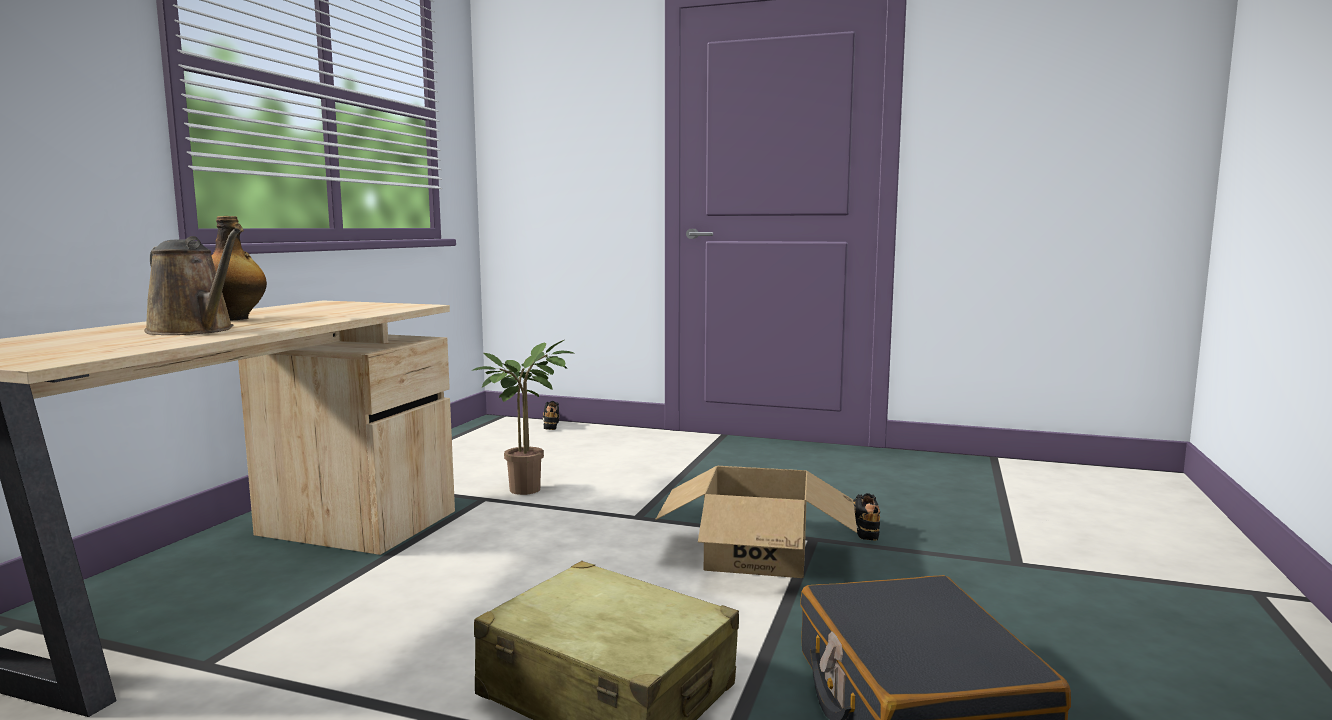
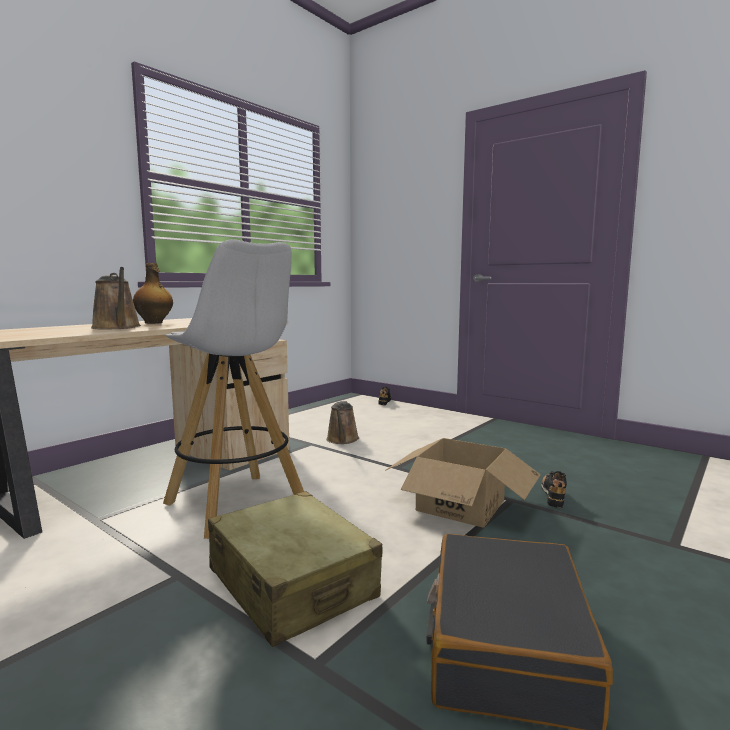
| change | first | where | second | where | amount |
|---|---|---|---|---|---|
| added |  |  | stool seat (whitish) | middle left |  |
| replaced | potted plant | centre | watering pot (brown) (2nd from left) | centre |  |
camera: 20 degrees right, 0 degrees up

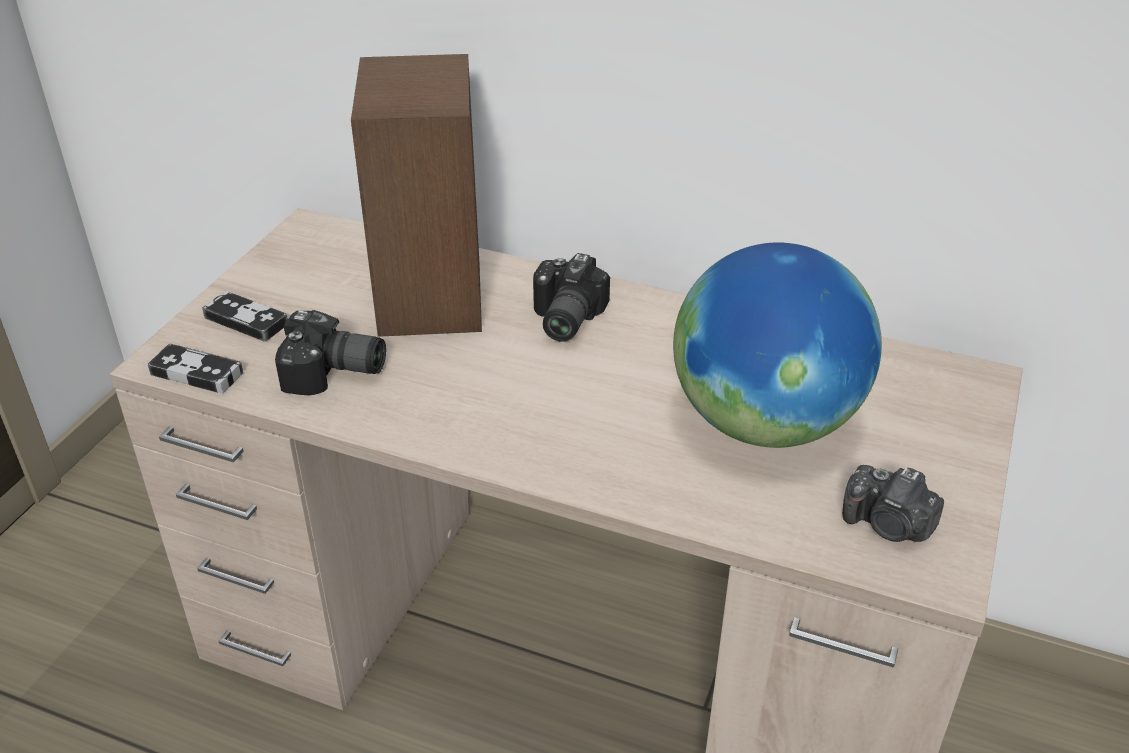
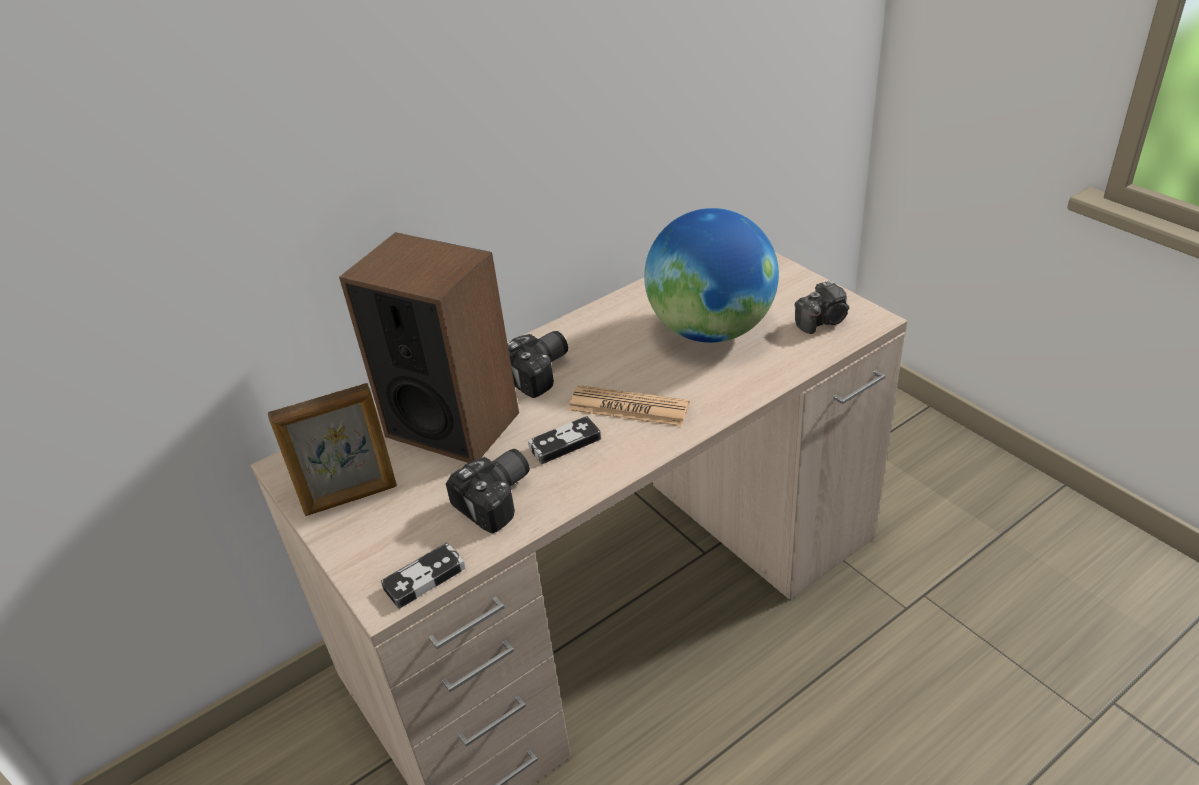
| change | first | where | second | where | amount |
|---|---|---|---|---|---|
| added |  |  | standing frame | middle left |  |
| turned | still camera (2nd from left) | centre |  | centre | 90 degrees counterclockwise |
| moved | gamepad (2nd from left) | middle left |  | centre |  |
| added |  |  | printed paper | centre |  |
camera: 55 degrees left, 0 degrees up

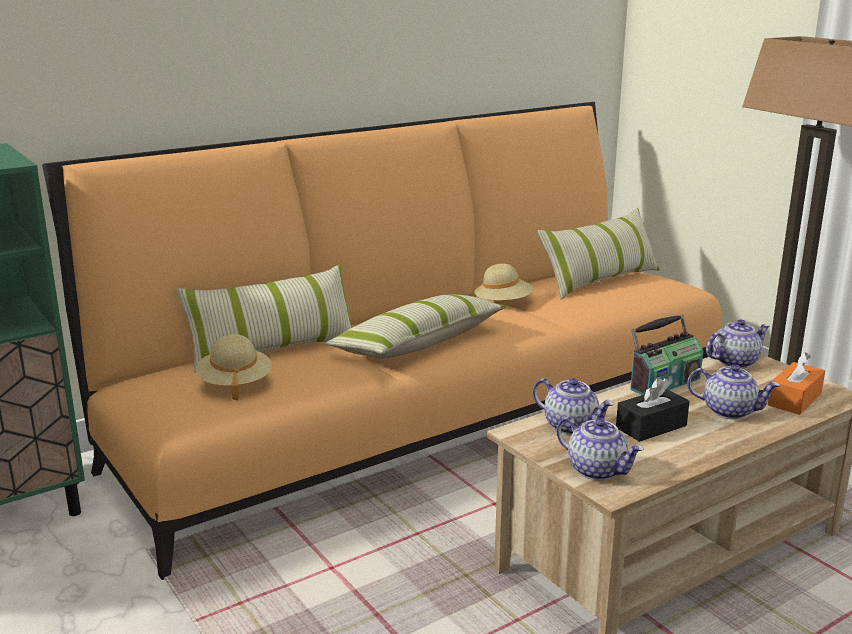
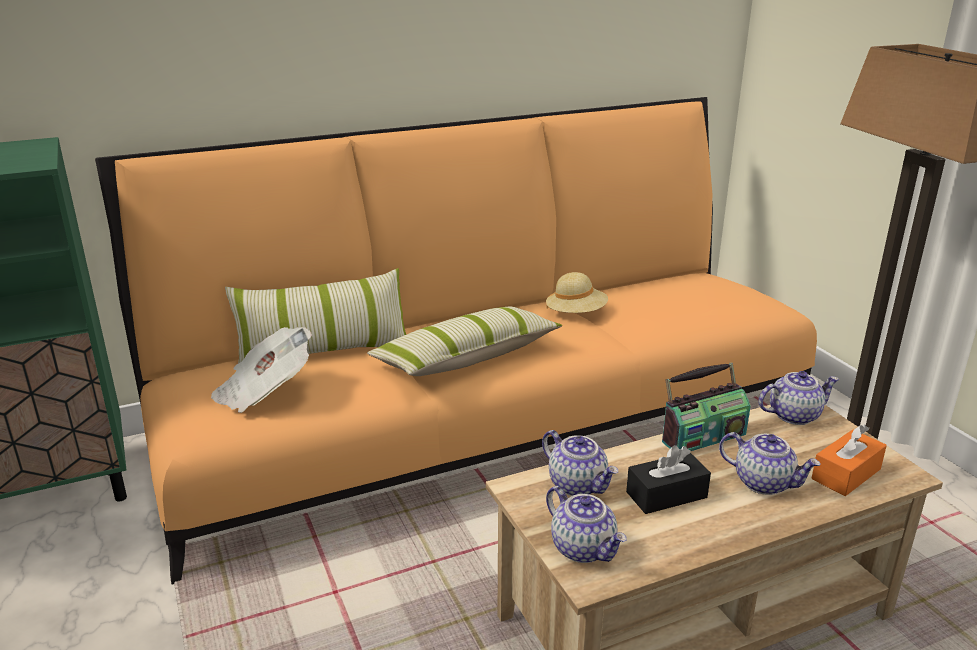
| change | first | where | second | where | amount |
|---|---|---|---|---|---|
| replaced | clothing hat (sand-coloured) (1st from left) | middle left | printed paper | middle left |  |
| removed | cushion (3rd from left) | middle right |  |  |  |
camera: 10 degrees right, 5 degrees up

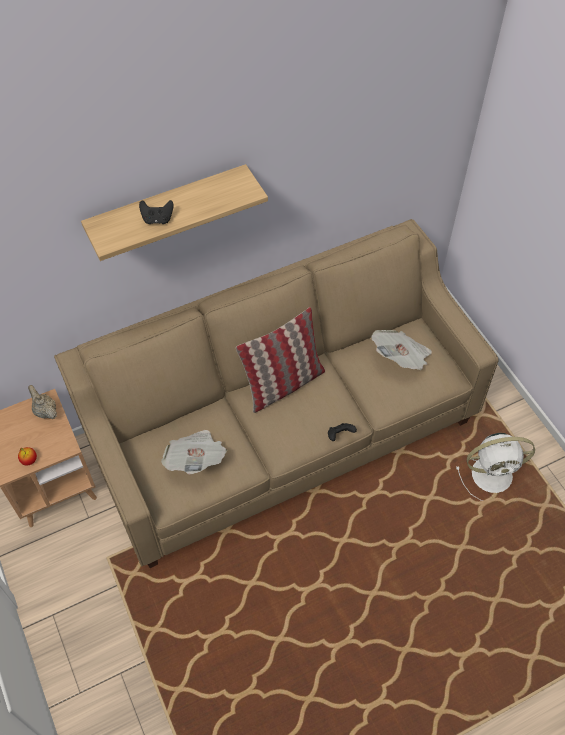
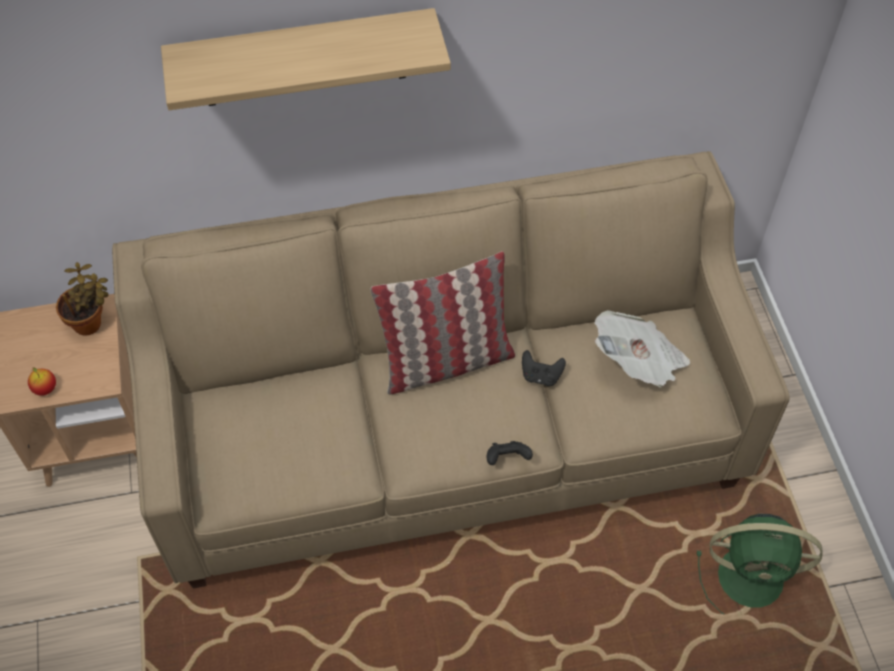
| change | first | where | second | where | amount |
|---|---|---|---|---|---|
| replaced | tea pot (sand-coloured) | middle left | potted plant | middle left |  |
| moved | gamepad (black) (1st from left in the first image) | top left | gamepad (black) (2nd from left) | centre |  |
| recoloured | cooling fan (whitish) | middle right | cooling fan (green) | bottom right |  |
| removed | printed paper (1st from left) | centre |  |  |  |
camera: 15 degrees right, 0 degrees up

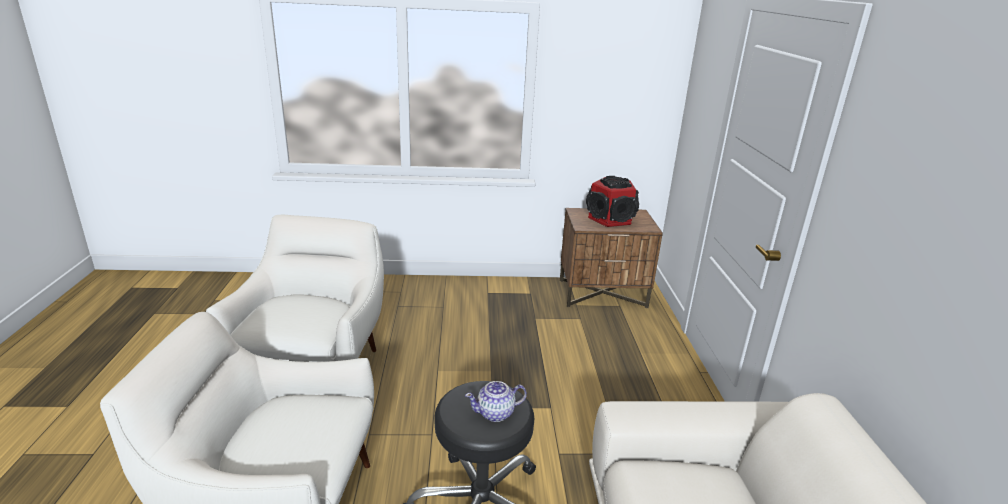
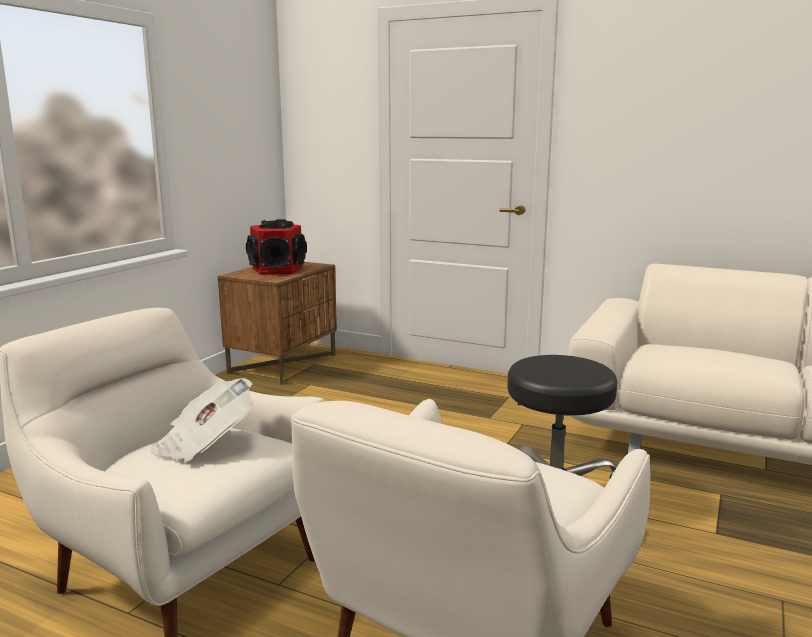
| change | first | where | second | where | amount |
|---|---|---|---|---|---|
| added |  |  | printed paper | middle left |  |
| removed | tea pot | bottom centre |  |  |  |
camera: 60 degrees left, 10 degrees down

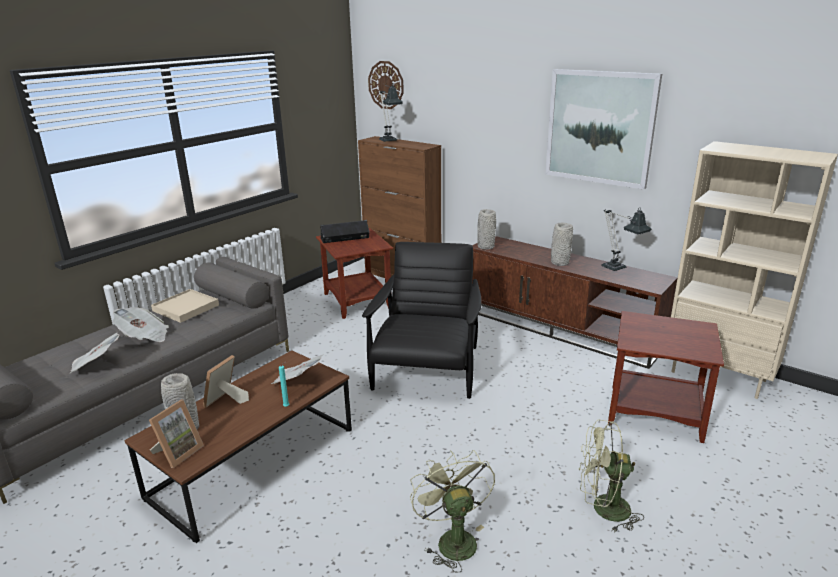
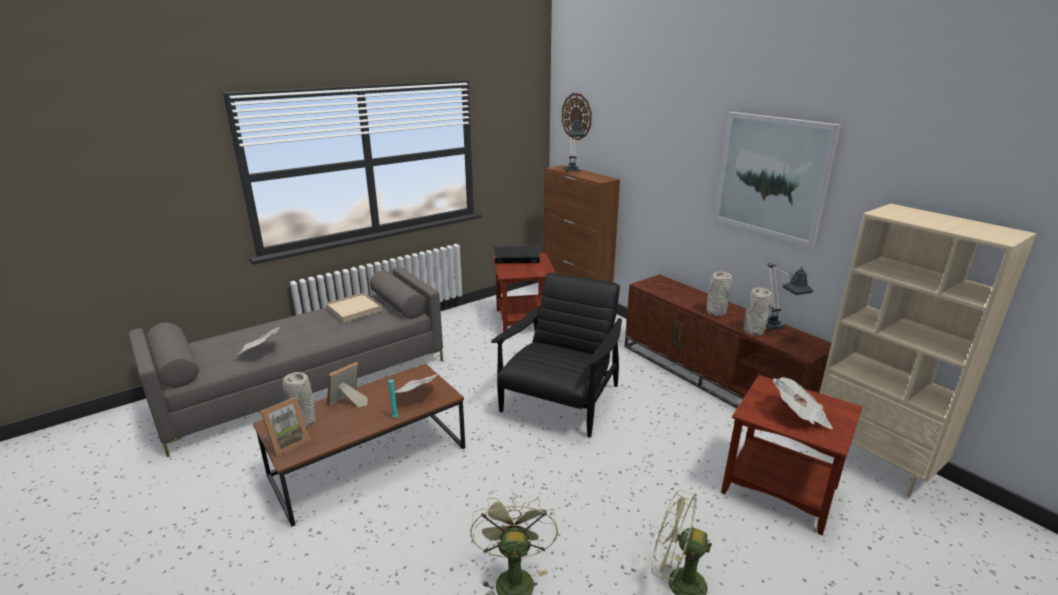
| change | first | where | second | where | amount |
|---|---|---|---|---|---|
| moved | vase (greyish) (2nd from left in the first image) | centre | vase (greyish) (3rd from left) | middle right |  |
| moved | printed paper (2nd from left in the first image) | middle left | printed paper (3rd from left) | bottom right |  |
camera: 15 degrees right, 0 degrees up

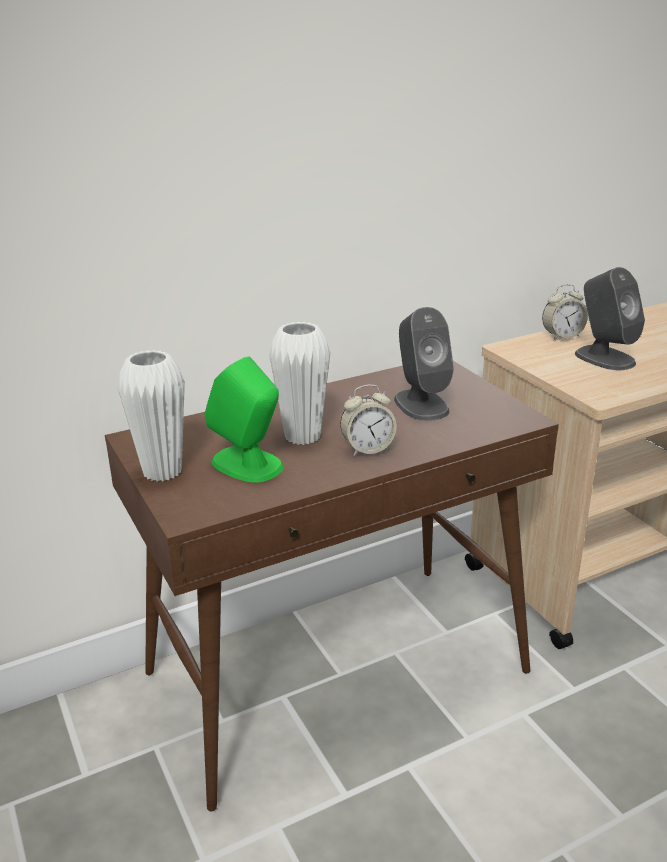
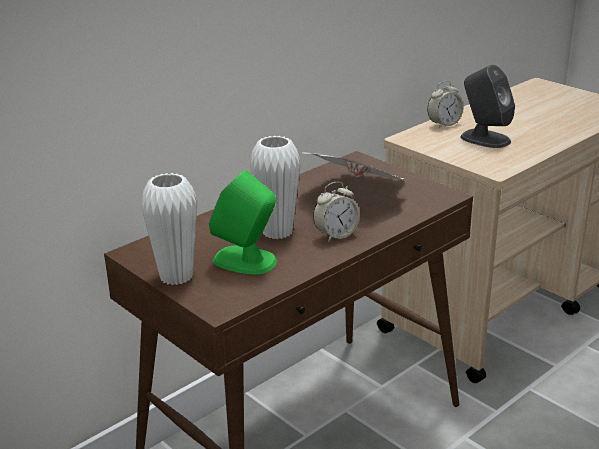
| change | first | where | second | where | amount |
|---|---|---|---|---|---|
| replaced | audio speaker (greyish) (1st from left) | centre | printed paper | centre |  |
camera: 15 degrees left, 0 degrees up

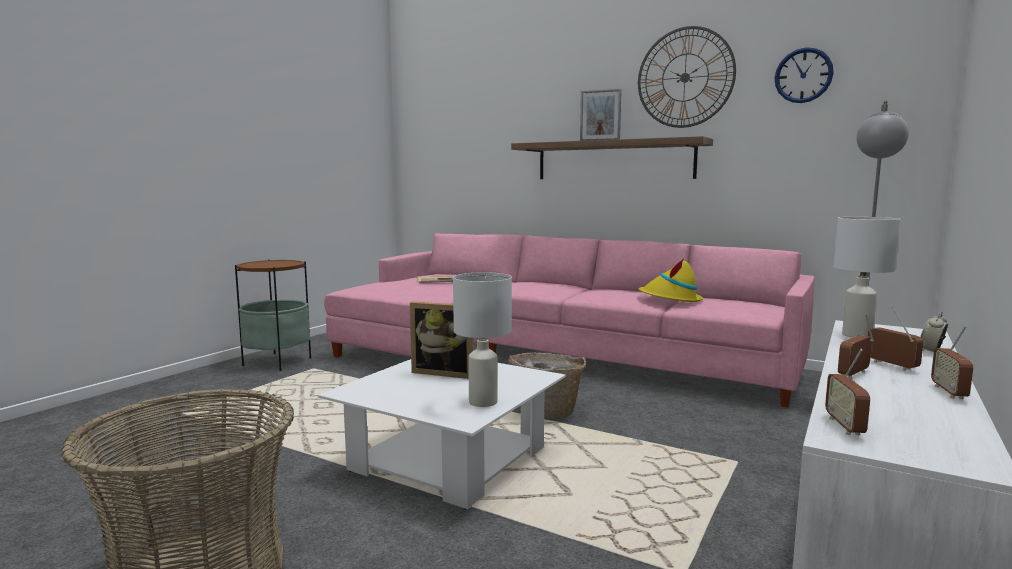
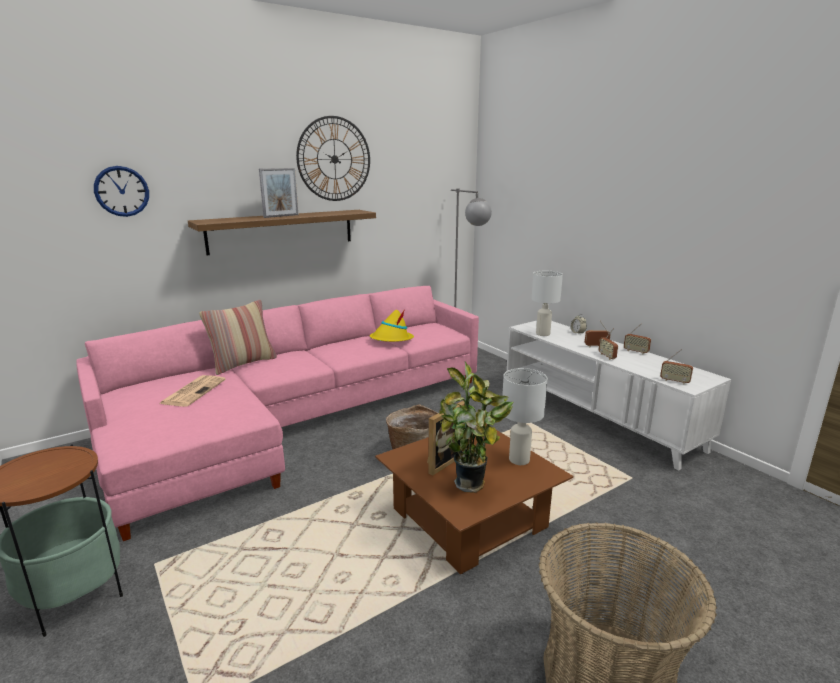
| change | first | where | second | where | amount |
|---|---|---|---|---|---|
| moved | hanging clock (2nd from left in the first image) | top right | hanging clock (1st from left) | top left |  |
| added |  |  | cushion | middle left |  |
| recoloured | low table (whitish) | bottom centre | low table (brown) | bottom centre |  |
| added |  |  | potted plant | centre |  |
camera: 65 degrees left, 10 degrees up

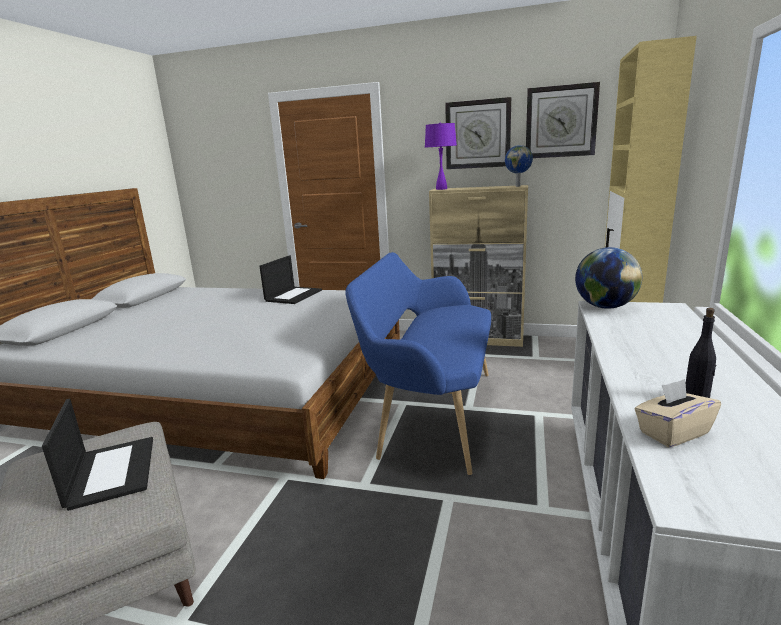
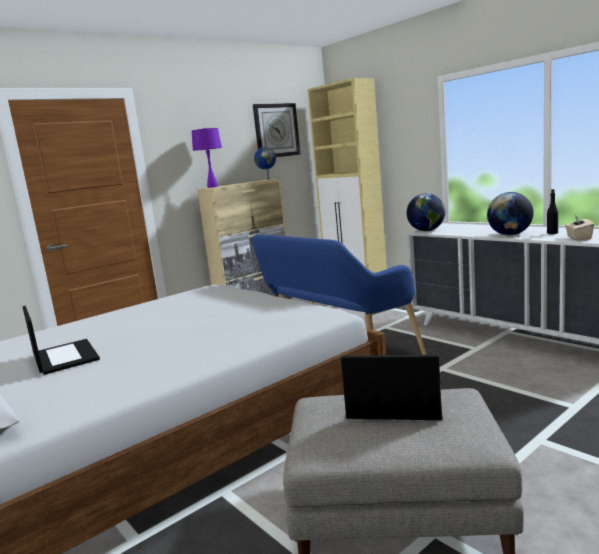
| change | first | where | second | where | amount |
|---|---|---|---|---|---|
| moved | notebook computer (2nd from left in the first image) | centre | notebook computer (1st from left) | middle left |  |
| added |  |  | world globe (3rd from left) | middle right |  |
| removed | hanging clock (1st from left) | top centre |  |  |  |
camera: 55 degrees left, 5 degrees down

